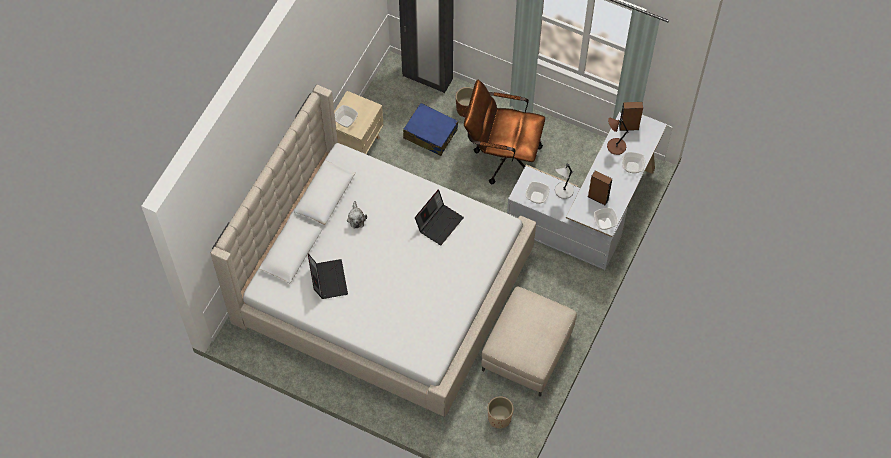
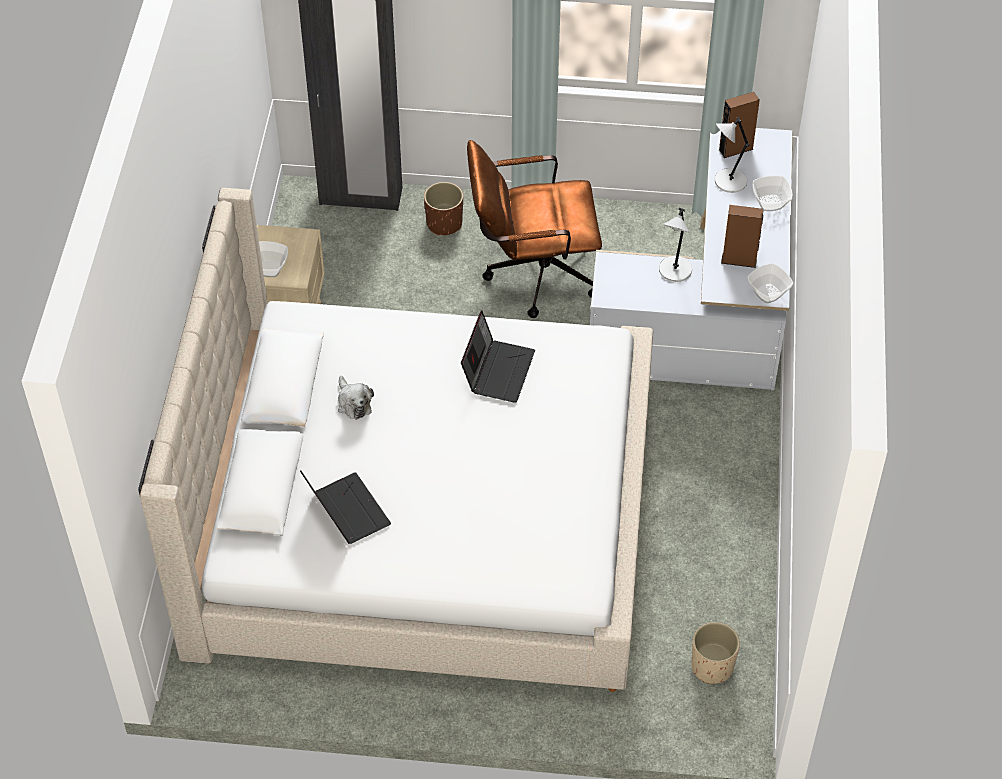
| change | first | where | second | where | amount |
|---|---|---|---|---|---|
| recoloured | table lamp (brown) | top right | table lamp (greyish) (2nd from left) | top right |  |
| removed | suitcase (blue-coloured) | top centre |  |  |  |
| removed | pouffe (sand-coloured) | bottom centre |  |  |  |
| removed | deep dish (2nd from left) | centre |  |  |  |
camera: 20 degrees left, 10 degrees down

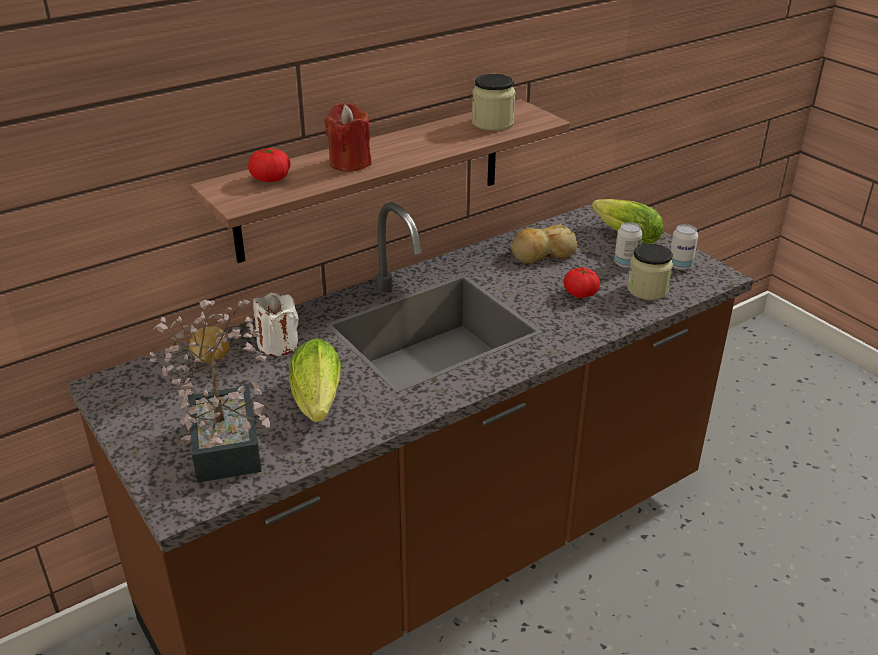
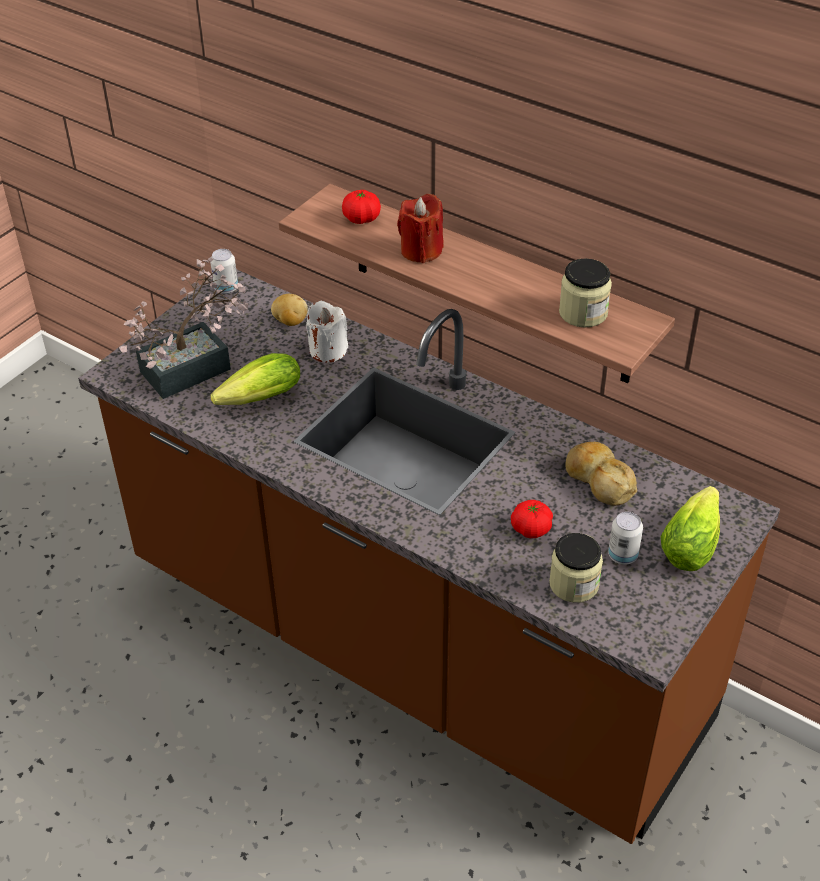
| change | first | where | second | where | amount |
|---|---|---|---|---|---|
| moved | sealed can (2nd from left in the first image) | middle right | sealed can (1st from left) | top left |  |
camera: 70 degrees right, 10 degrees up

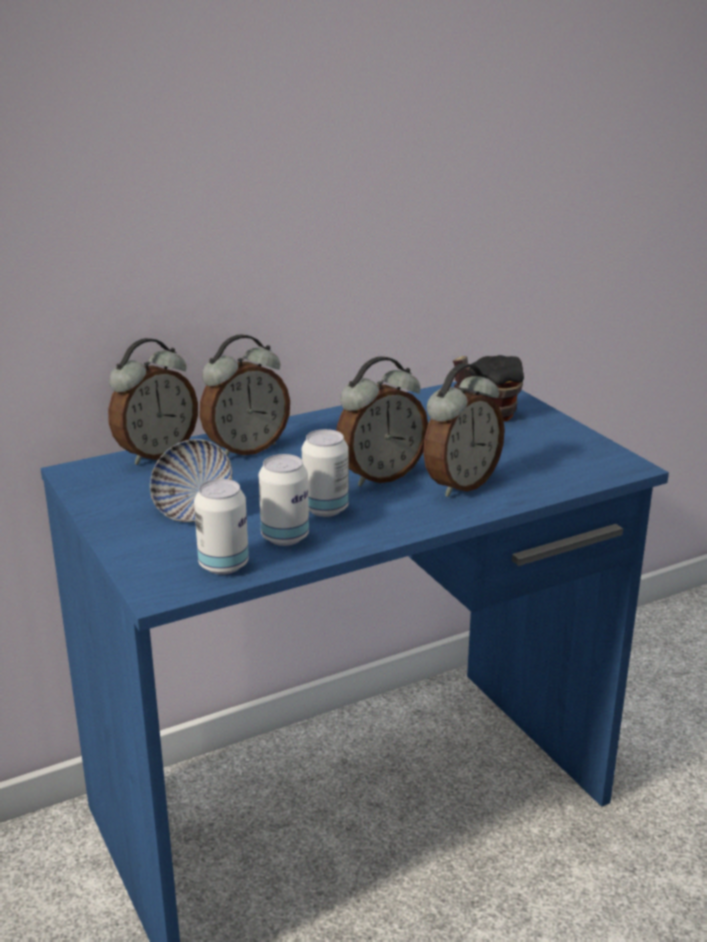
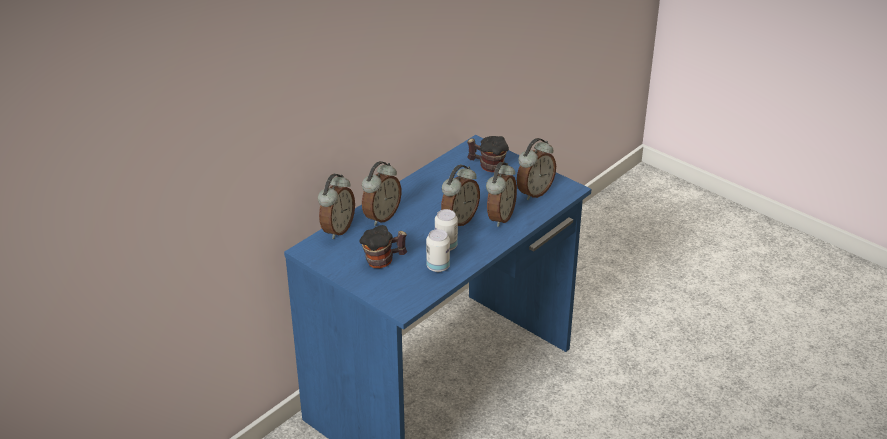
| change | first | where | second | where | amount |
|---|---|---|---|---|---|
| replaced | deep dish | middle left | mug (1st from left) | centre |  |
| added |  |  | bedside clock (5th from left) | centre |  |
| removed | sealed can (1st from left) | middle left |  |  |  |
camera: 20 degrees left, 10 degrees up

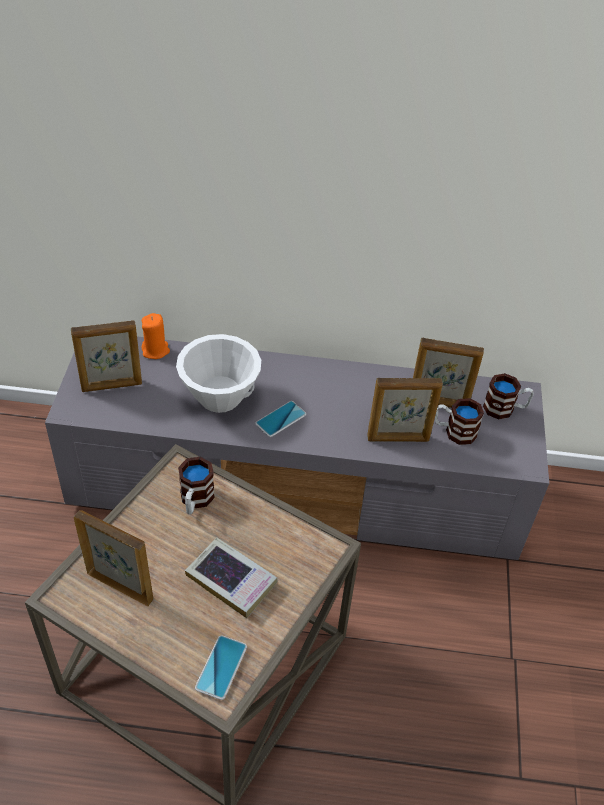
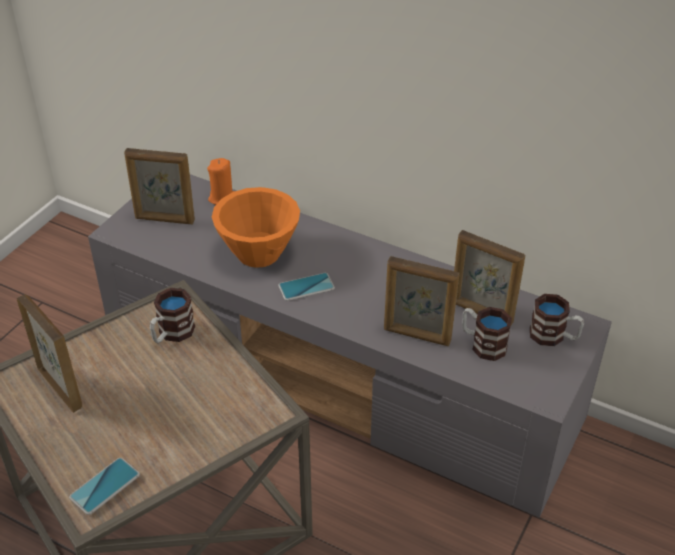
| change | first | where | second | where | amount |
|---|---|---|---|---|---|
| recoloured | deep dish (whitish) | centre | deep dish (orange-coloured) | centre |  |
| removed | book | bottom centre |  |  |  |
camera: 25 degrees right, 5 degrees down

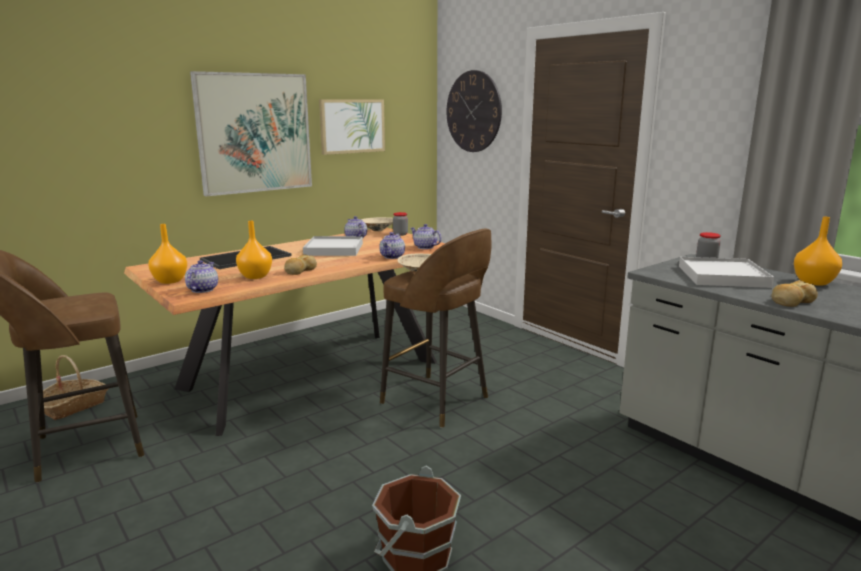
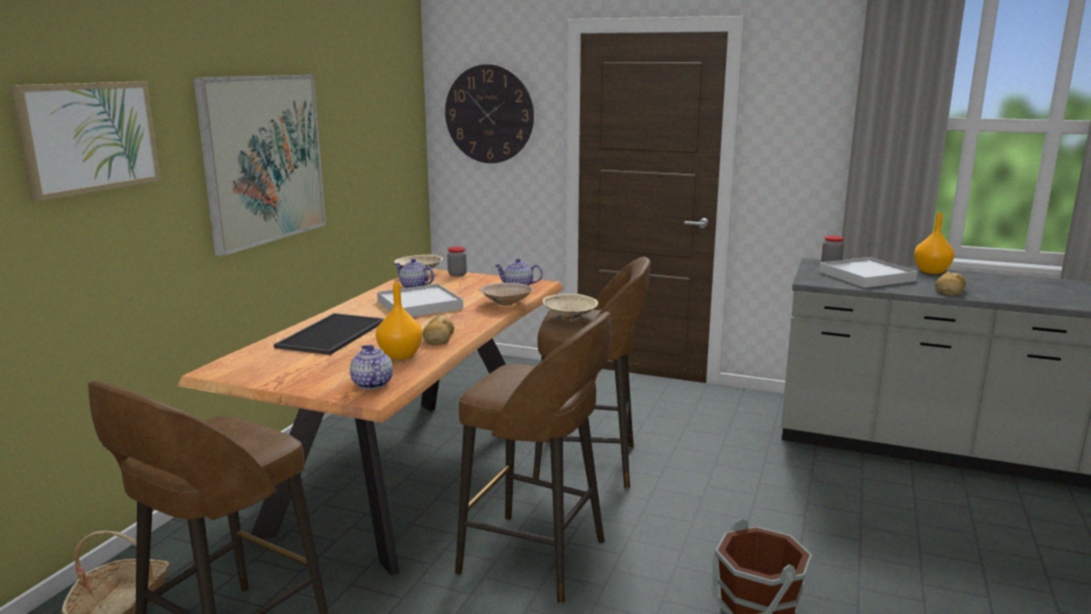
| change | first | where | second | where | amount |
|---|---|---|---|---|---|
| moved | picture (2nd from left in the first image) | top centre | picture (1st from left) | top left |  |
| added |  |  | stool seat (brown) (2nd from left) | bottom centre |  |
| replaced | tea pot (3rd from left) | centre | deep dish (sand-coloured) (2nd from left) | centre |  |
| removed | vase (orange-coloured) (1st from left) | middle left |  |  |  |
camera: 30 degrees left, 0 degrees up

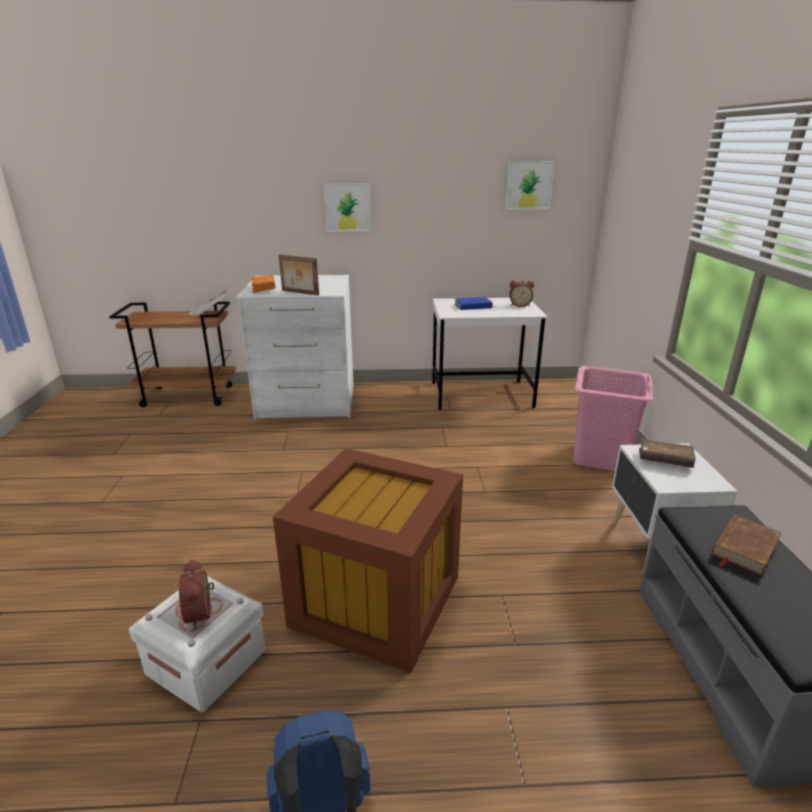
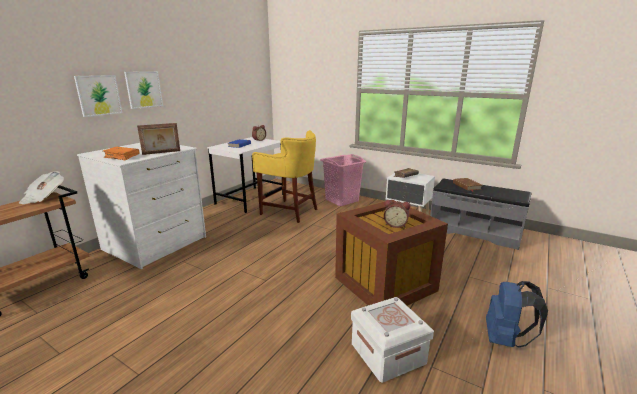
| change | first | where | second | where | amount |
|---|---|---|---|---|---|
| moved | picture (2nd from left in the first image) | top centre | picture (1st from left) | top left |  |
| added |  |  | stool seat (yellow) | centre |  |
| moved | bedside clock (1st from left in the first image) | bottom left | bedside clock (2nd from left) | centre |  |
camera: 55 degrees left, 5 degrees down

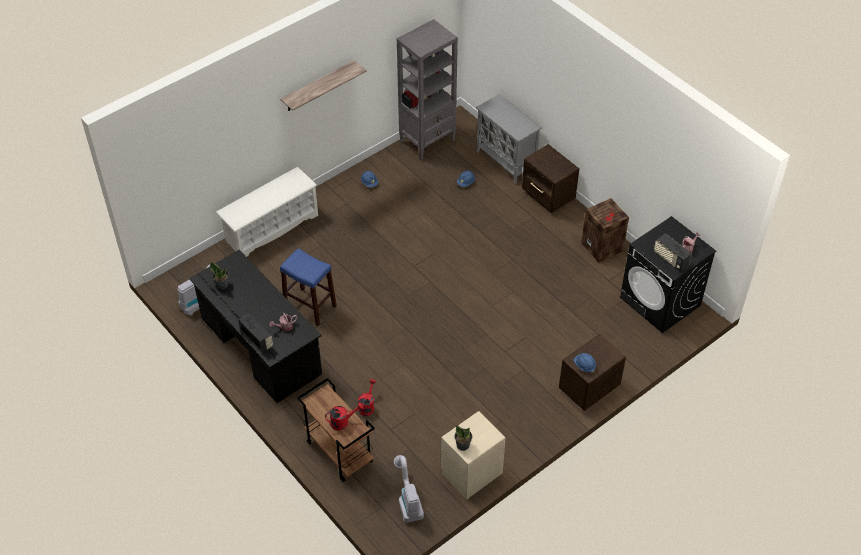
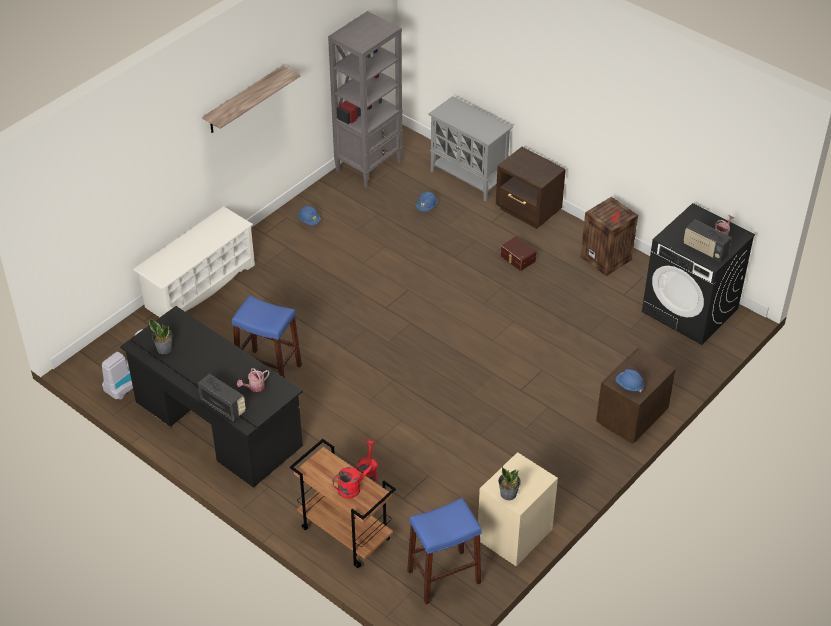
| change | first | where | second | where | amount |
|---|---|---|---|---|---|
| replaced | vacuum cleaner (2nd from left) | bottom centre | stool seat (blue-coloured) (2nd from left) | bottom centre |  |
| added |  |  | storage bin (brown) | centre |  |
camera: 10 degrees left, 5 degrees down

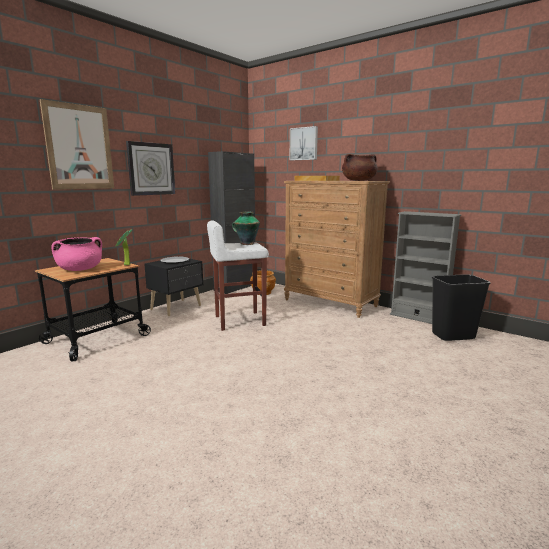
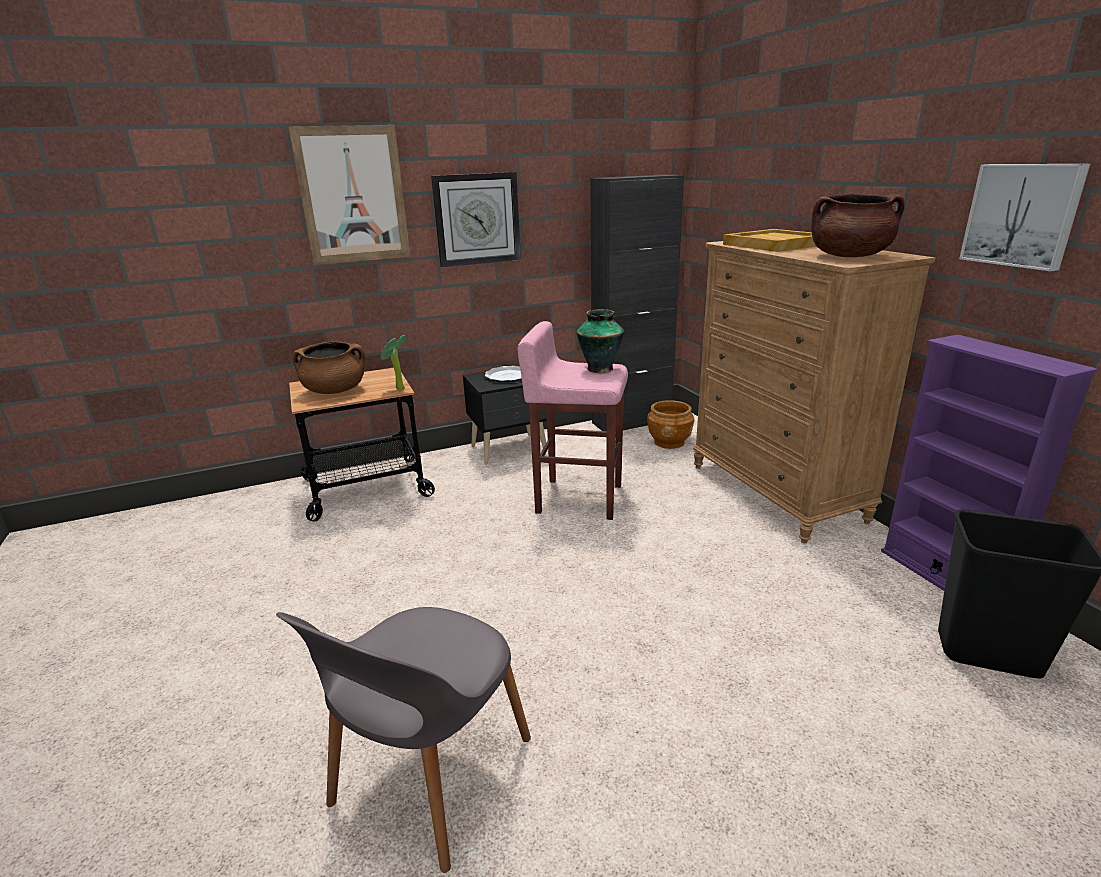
| change | first | where | second | where | amount |
|---|---|---|---|---|---|
| added |  |  | chair (greyish) | bottom centre |  |
| recoloured | cooking pot (pinkish) | middle left | cooking pot (brown) (1st from left) | middle left |  |
| recoloured | stool seat (whitish) | centre | stool seat (pinkish) | centre |  |
| recoloured | bookshelf (greyish) | middle right | bookshelf (purple-coloured) | middle right |  |
| moved | picture (2nd from left) | top centre |  | top right |  |
camera: 30 degrees right, 10 degrees up

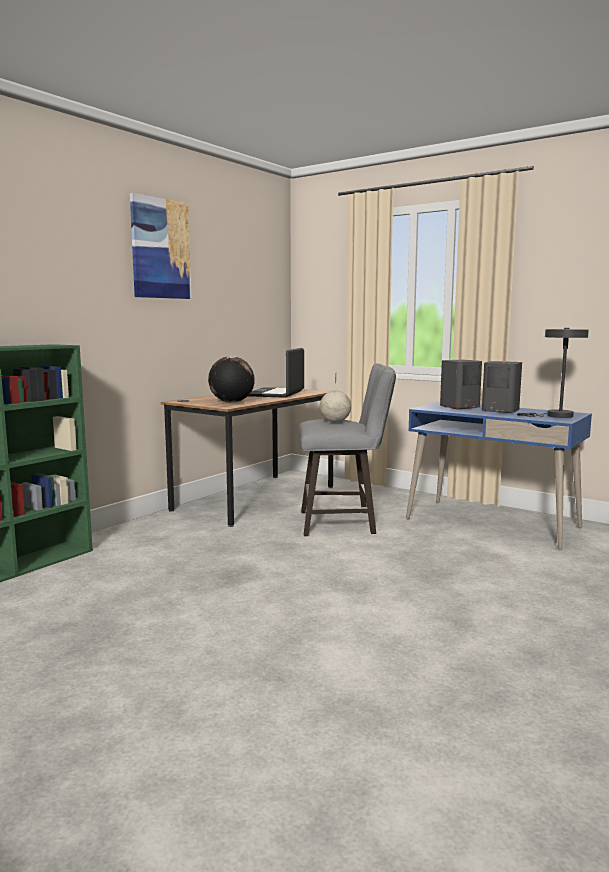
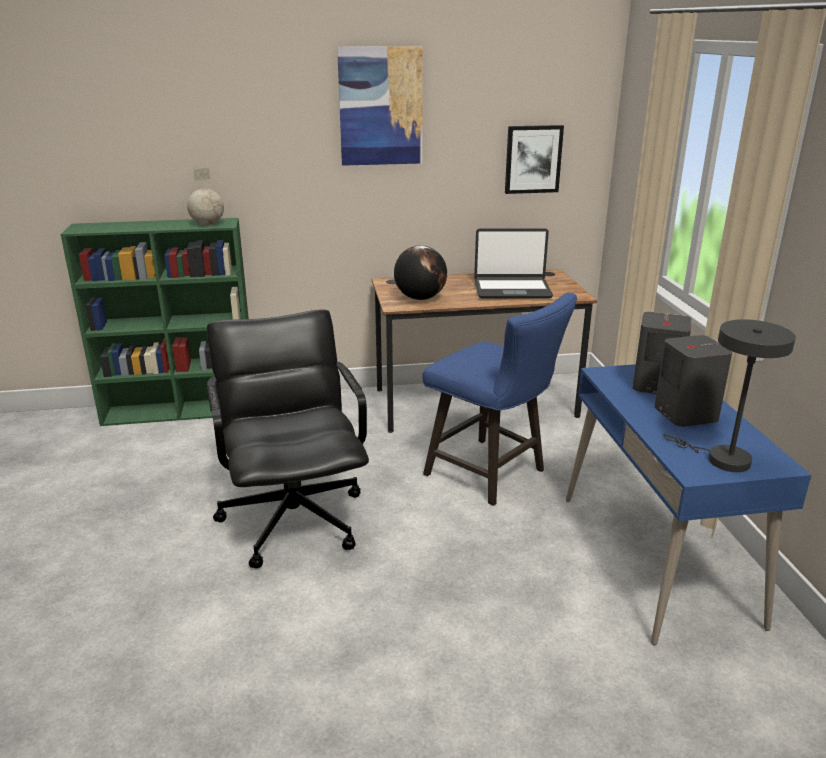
| change | first | where | second | where | amount |
|---|---|---|---|---|---|
| moved | world globe (2nd from left in the first image) | centre | world globe (1st from left) | top left |  |
| added |  |  | computer chair (black) | centre |  |
| recoloured | stool seat (greyish) | centre | stool seat (blue-coloured) | centre |  |
| turned | notebook computer | centre |  | centre | 150 degrees counterclockwise |
| added |  |  | picture (2nd from left) | top centre |  |
camera: 45 degrees right, 15 degrees up

